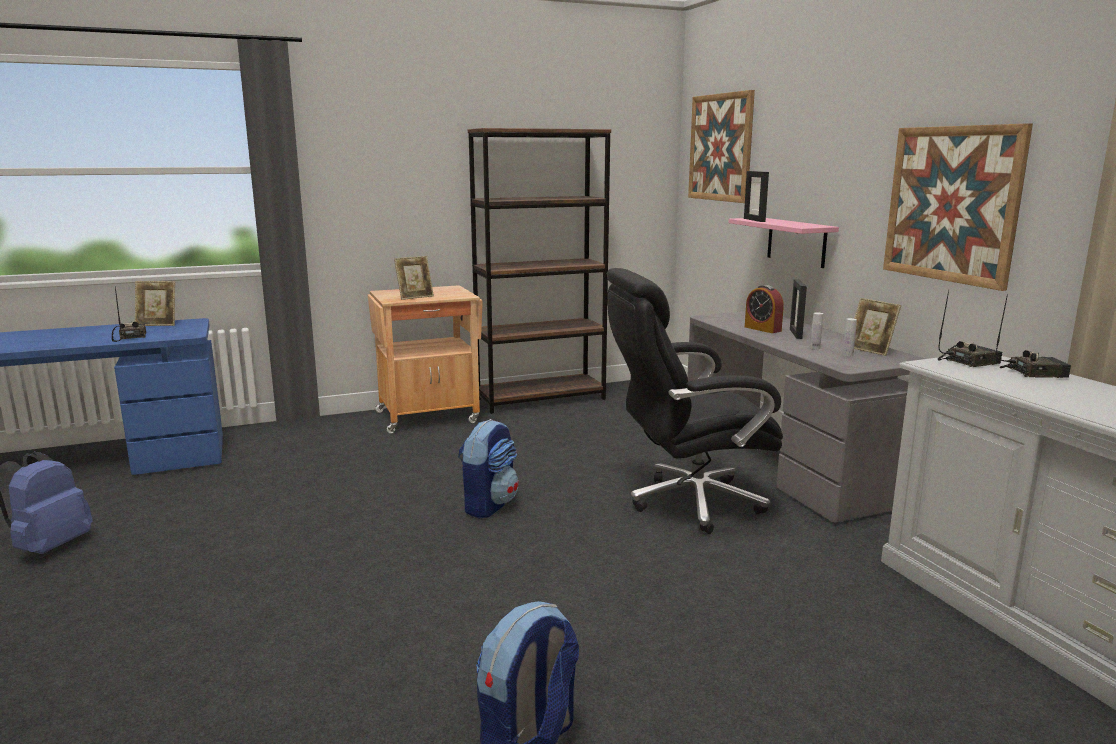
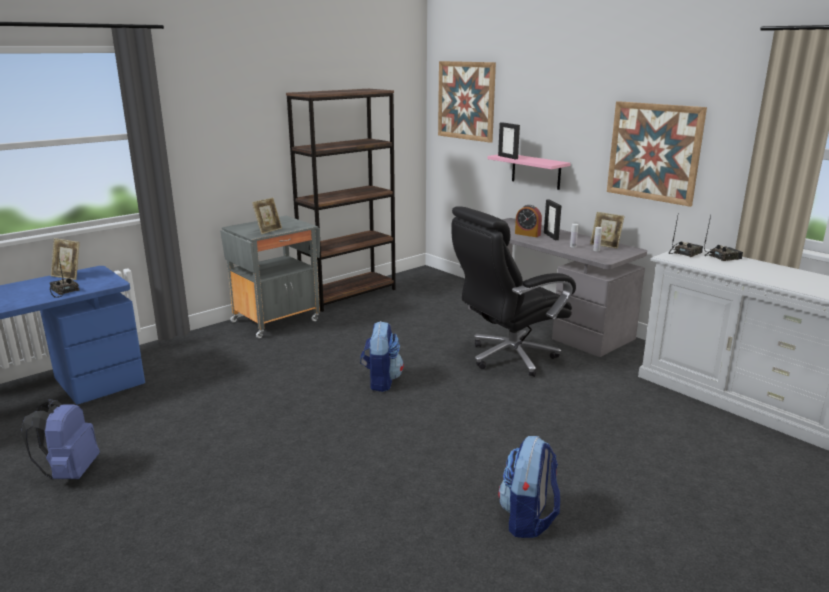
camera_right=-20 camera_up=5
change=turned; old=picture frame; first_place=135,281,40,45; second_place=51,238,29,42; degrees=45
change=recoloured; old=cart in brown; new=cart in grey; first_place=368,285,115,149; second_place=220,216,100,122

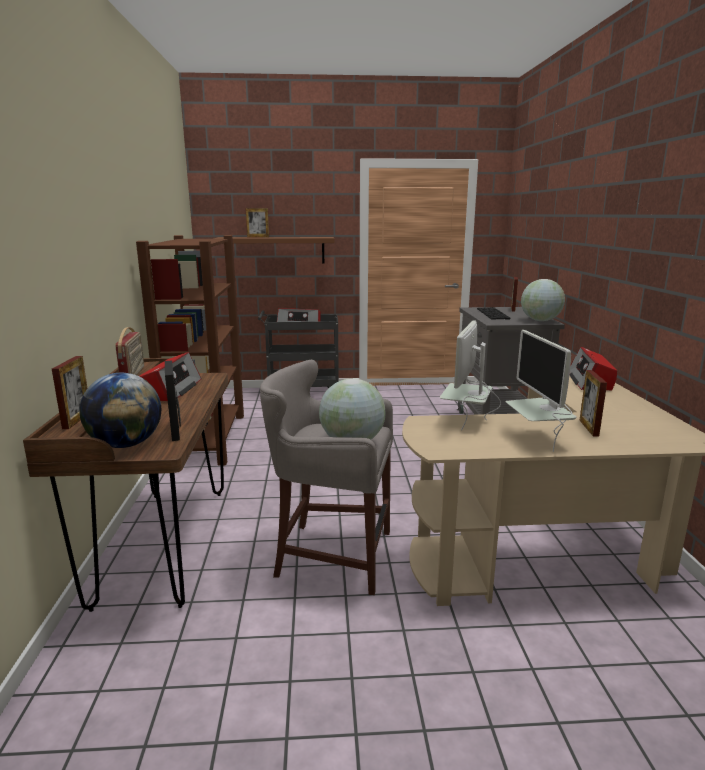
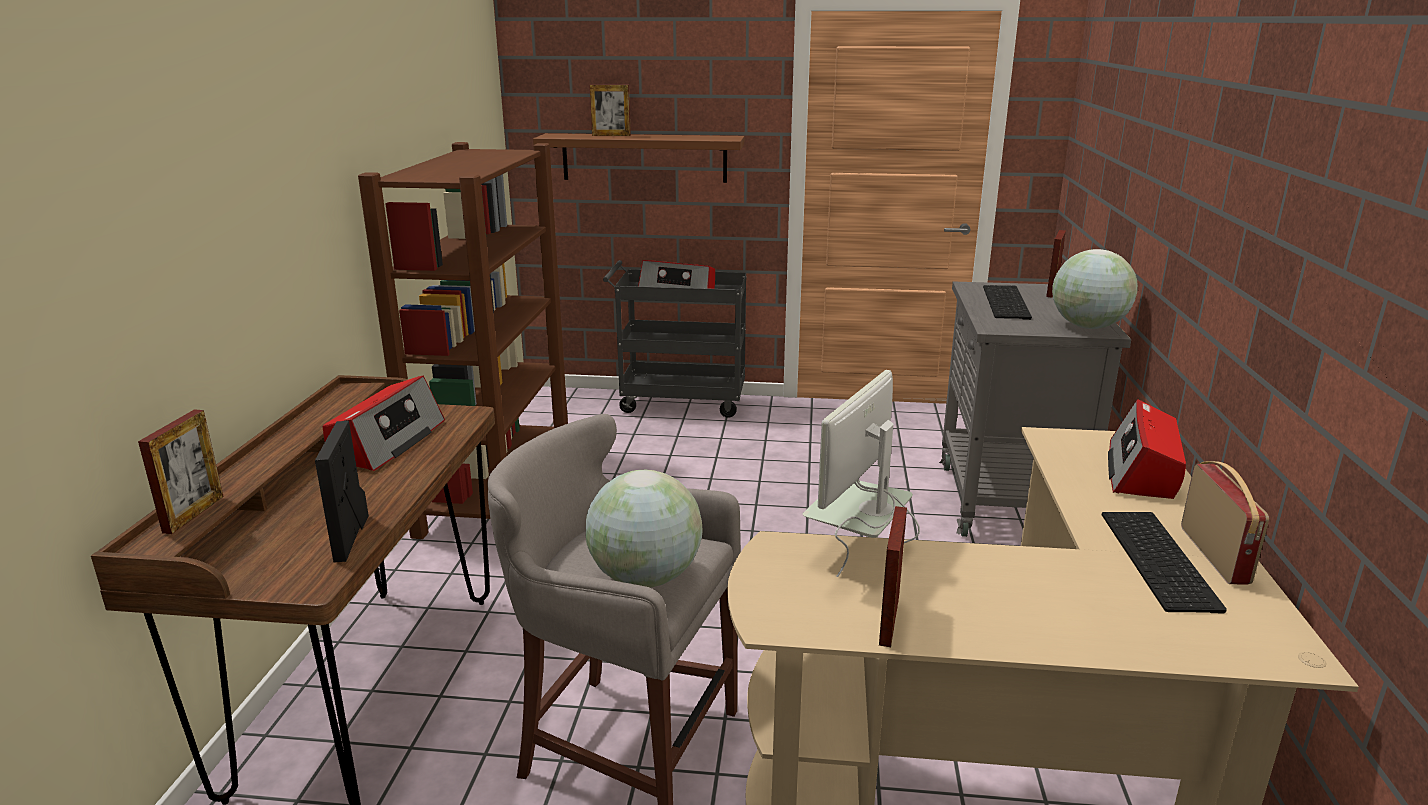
camera_right=10 camera_up=5
change=moved; old=radio; first_place=115,327,29,48; second_place=1181,461,88,124
change=removed; old=monitor; first_place=506,330,71,122
change=moved; old=picture frame; first_place=580,370,27,67; second_place=879,506,28,141
change=removed; old=globe; first_place=79,373,82,75
change=added; new=keyboard; second_place=1102,512,125,102

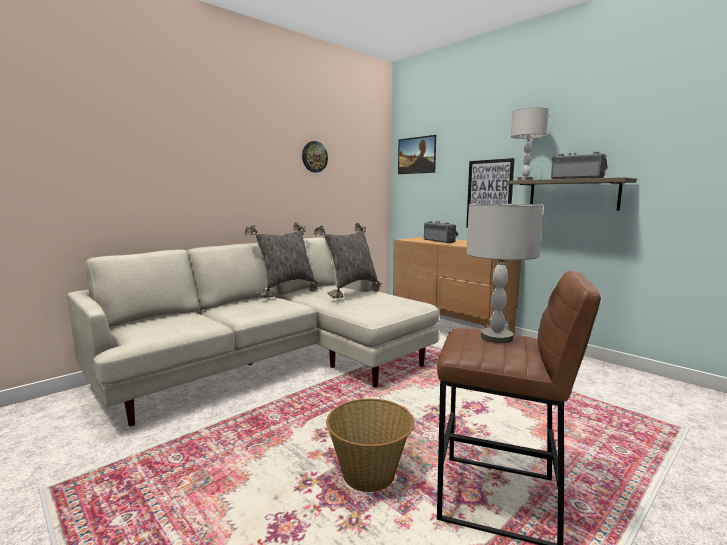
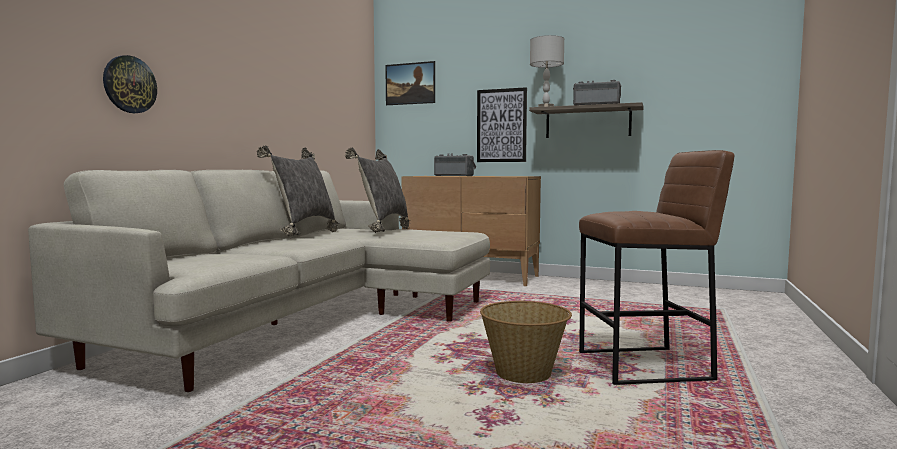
camera_right=-25 camera_up=-5
change=moved; old=wall clock; first_place=302,141,26,32; second_place=103,55,54,58
change=removed; old=table lamp in grey; first_place=466,204,77,139

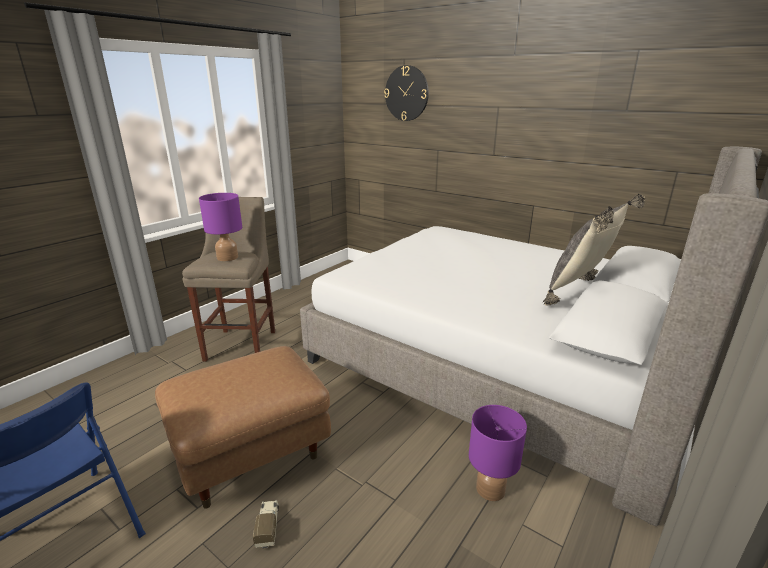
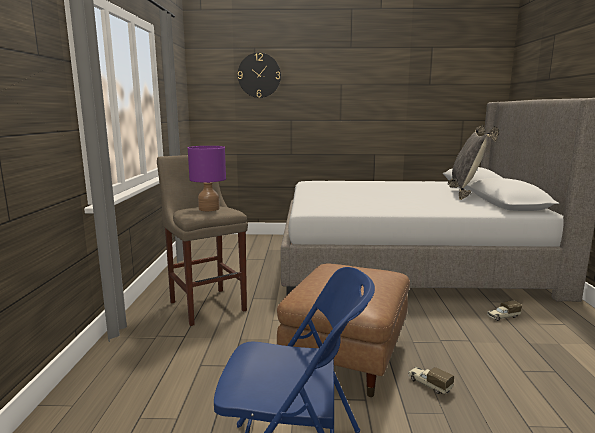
camera_right=-35 camera_up=-10
change=replaced; old=table lamp in purple; new=toy truck; first_place=469,405,58,96; second_place=487,301,35,20

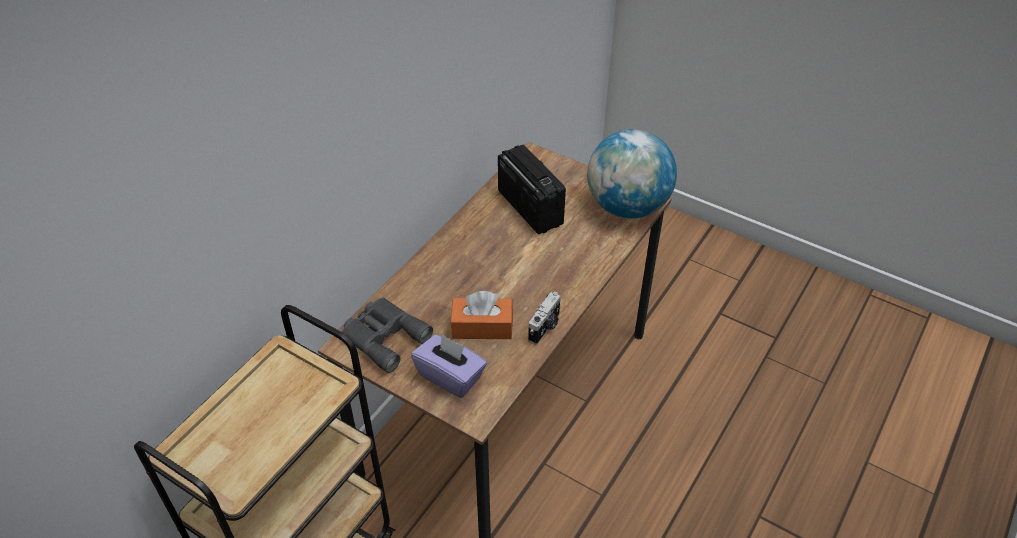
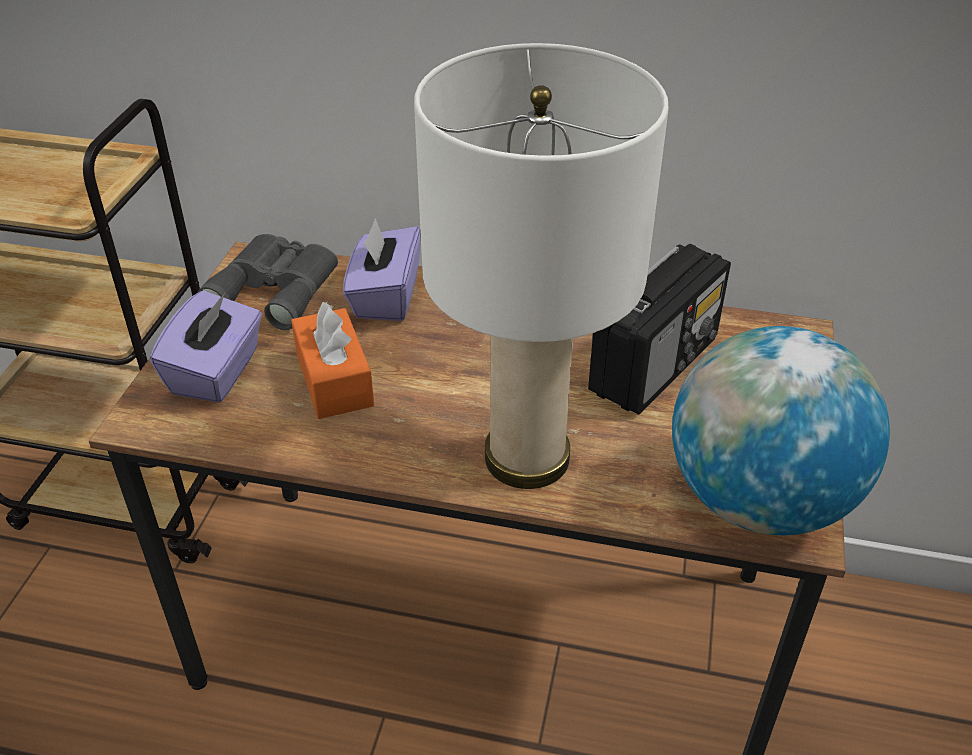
camera_right=70 camera_up=-5
change=removed; old=photo camera; first_place=528,292,33,53
change=added; new=table lamp in white; second_place=414,43,255,446
change=added; new=tissue box in purple; second_place=343,218,78,103

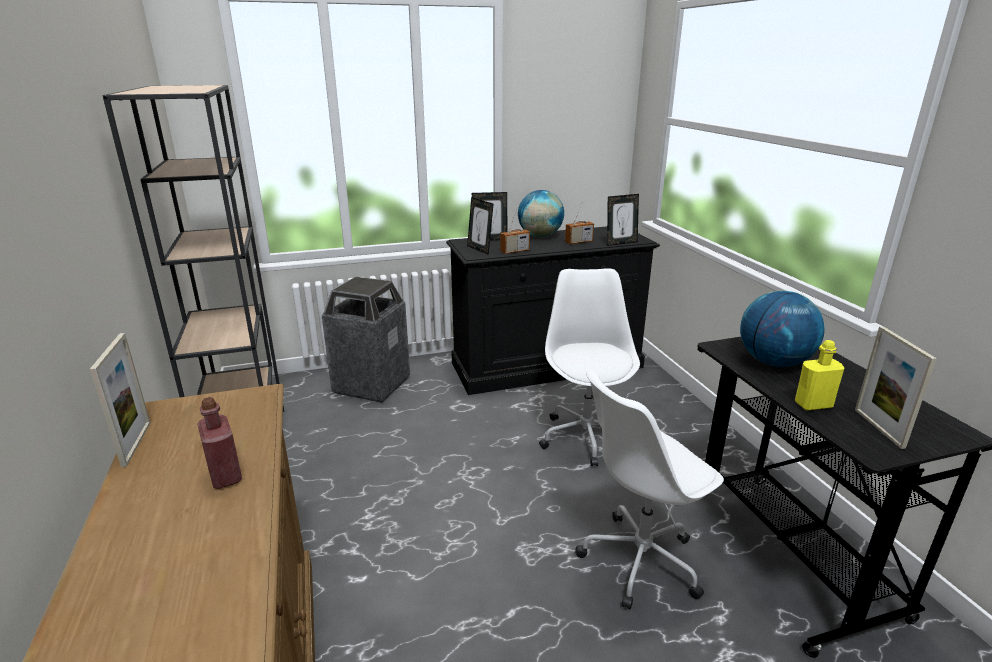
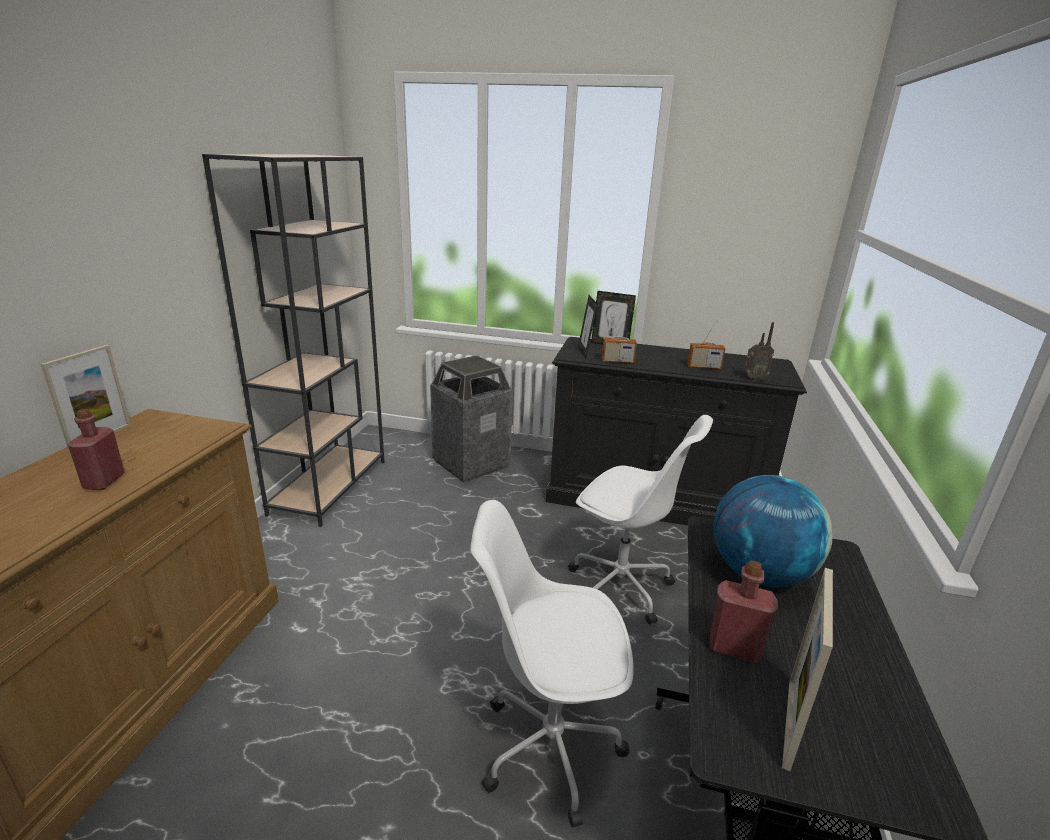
camera_right=30 camera_up=0
change=removed; old=globe; first_place=518,190,46,47
change=replaced; old=picture frame; new=radio; first_place=607,194,32,52; second_place=745,322,29,59
change=turned; old=office chair in white; first_place=539,268,101,198; second_place=568,415,145,209; degrees=90
change=recoloured; old=bottle in yellow; new=bottle in red; first_place=795,340,49,71; second_place=709,561,69,102

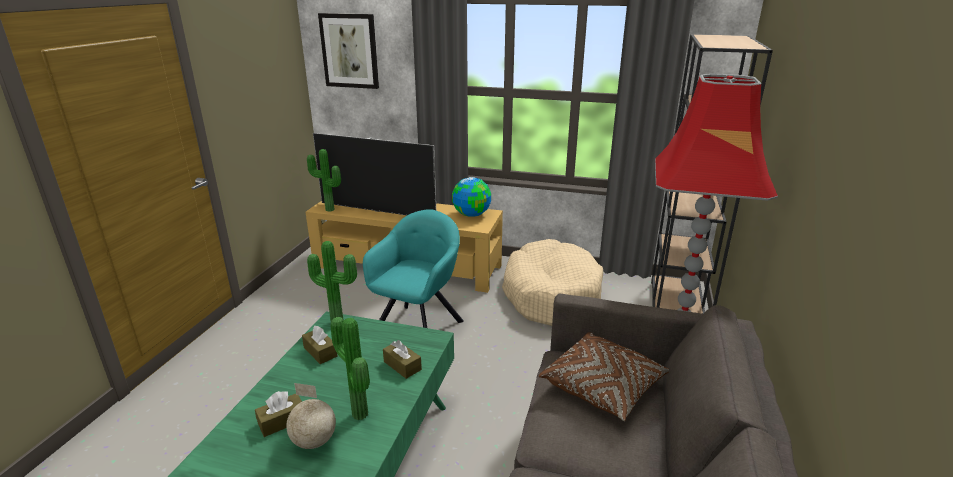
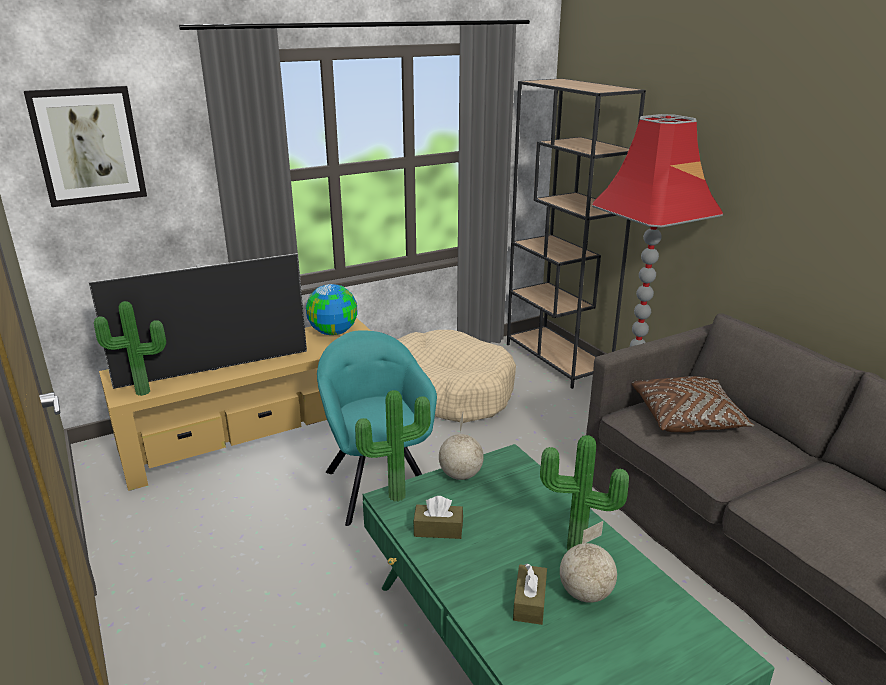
camera_right=-45 camera_up=0
change=removed; old=tissue box in brown; first_place=383,340,39,39
change=added; new=globe; second_place=439,413,45,67

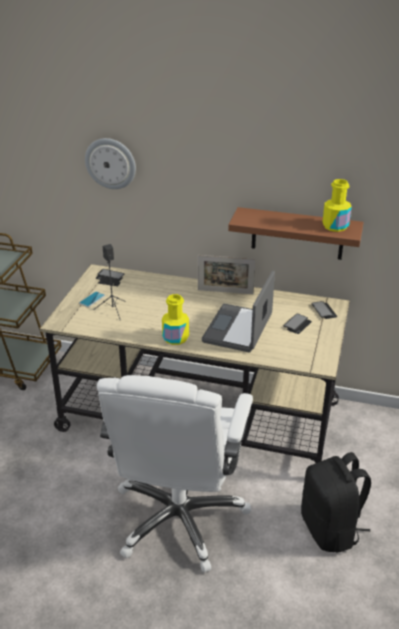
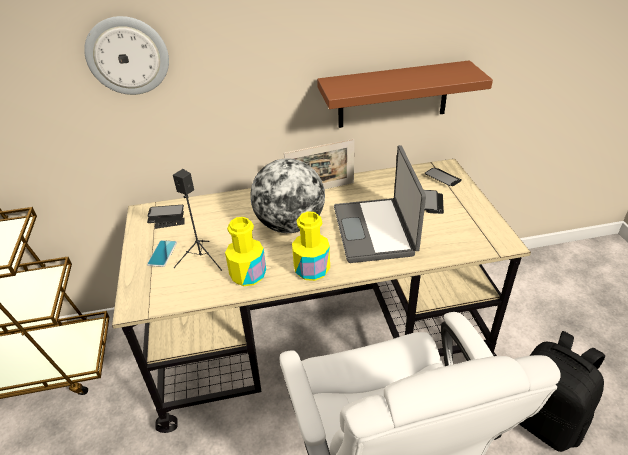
camera_right=-25 camera_up=5
change=moved; old=bottle in yellow; first_place=323,179,29,53; second_place=225,217,41,69
change=added; new=globe; second_place=250,158,75,75

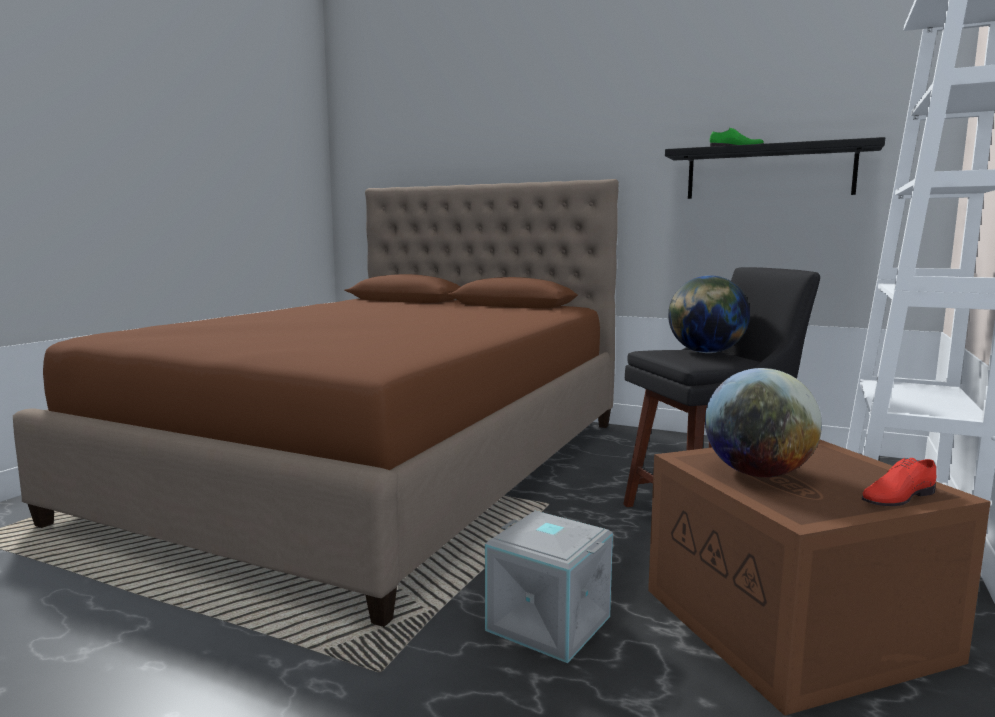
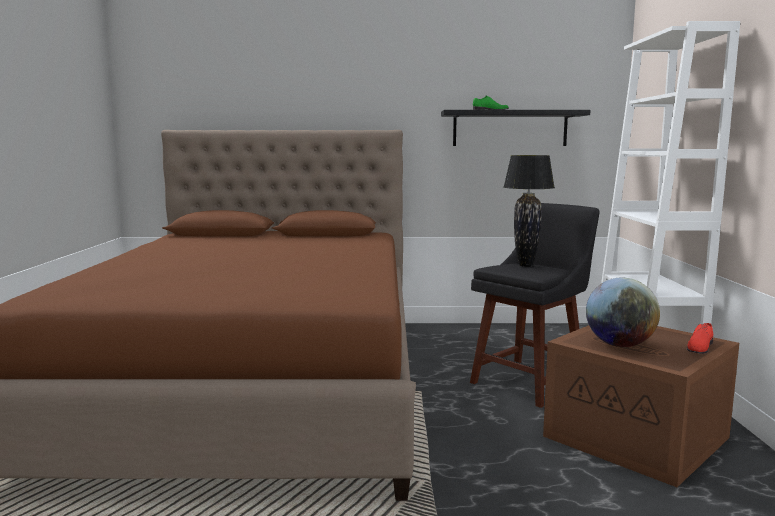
camera_right=-25 camera_up=0
change=replaced; old=globe; new=table lamp in black; first_place=668,275,82,78; second_place=504,155,51,112
change=removed; old=storage box in grey; first_place=485,511,128,152

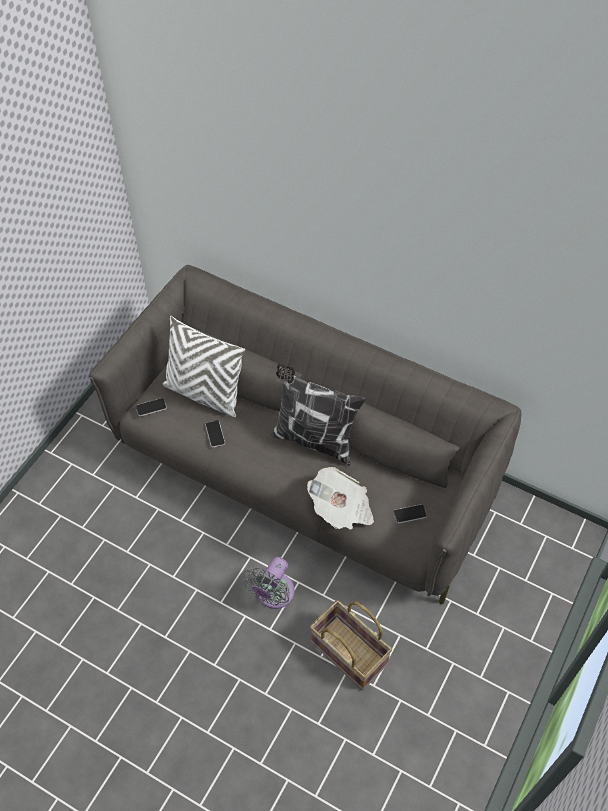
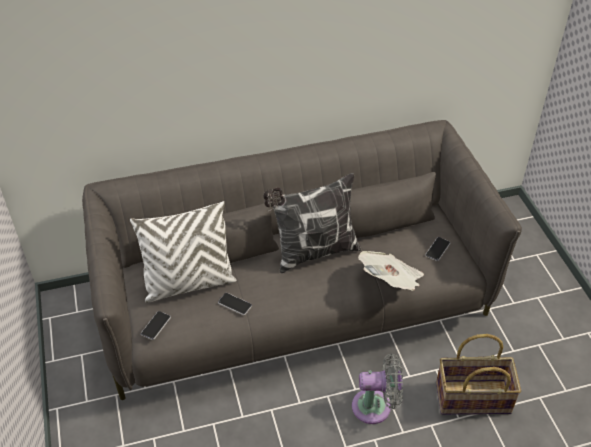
camera_right=-45 camera_up=-10
change=turned; old=fan in grey; first_place=242,557,53,52; second_place=352,353,51,71; degrees=-75

